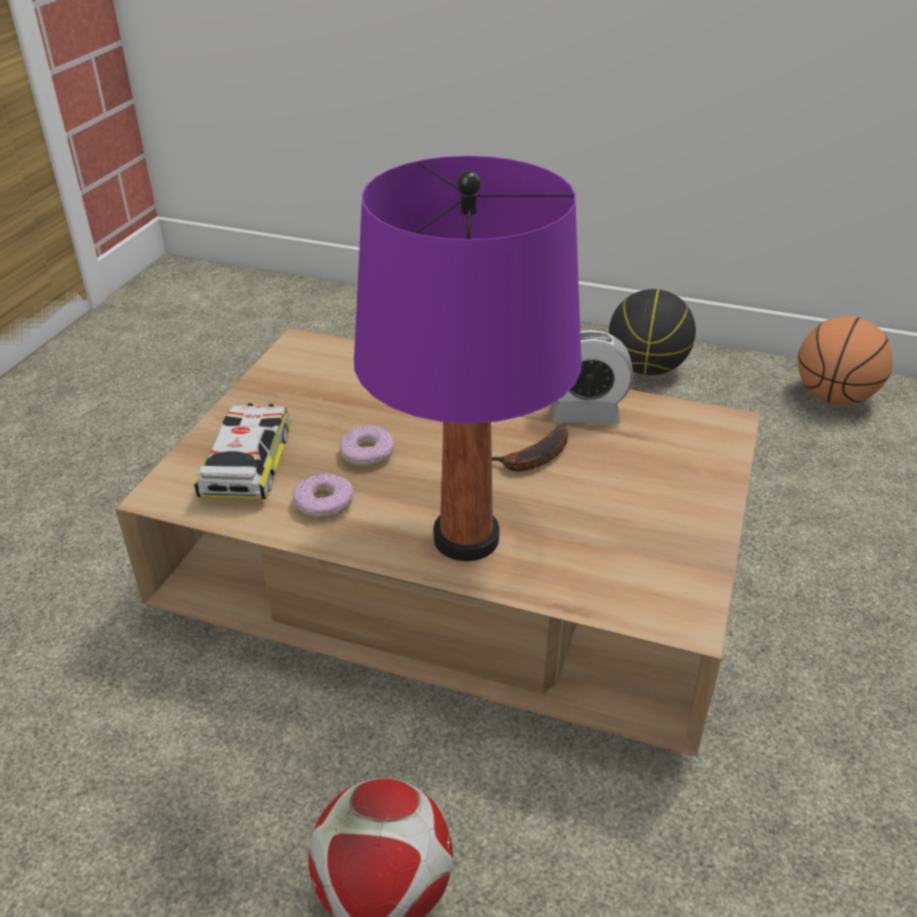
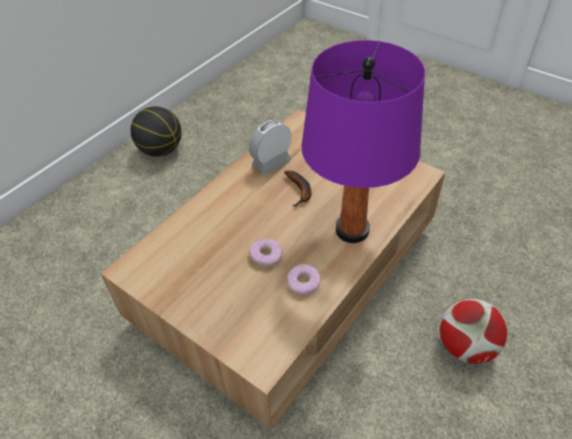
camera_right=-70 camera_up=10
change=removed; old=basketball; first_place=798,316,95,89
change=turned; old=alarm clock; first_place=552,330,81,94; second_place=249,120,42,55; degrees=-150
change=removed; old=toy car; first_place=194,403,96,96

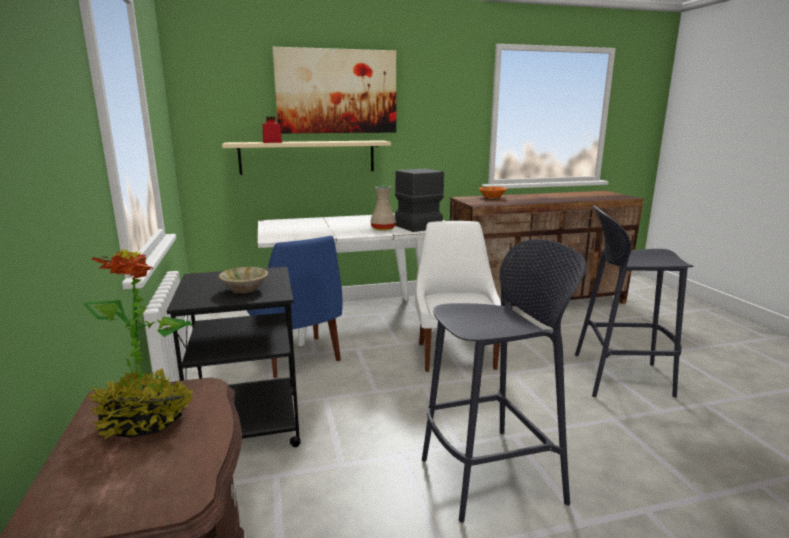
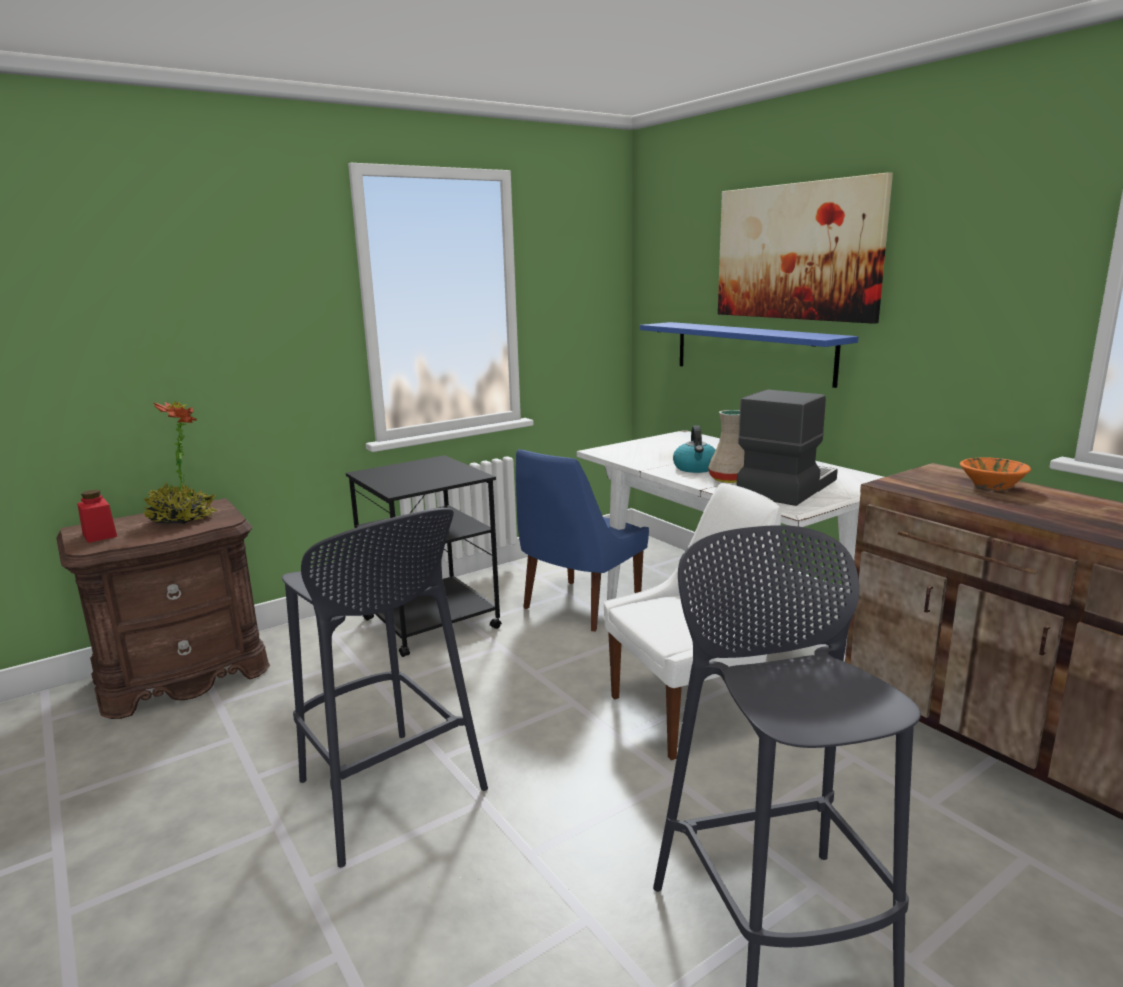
camera_right=70 camera_up=0
change=moved; old=jar in red; first_place=263,117,19,26; second_place=77,490,40,53
change=recoloured; old=shelf in beige; new=shelf in blue; first_place=222,140,169,35; second_place=640,322,219,66
change=removed; old=bowl in beige; first_place=219,267,49,27
change=added; new=kettle; second_place=673,425,43,48

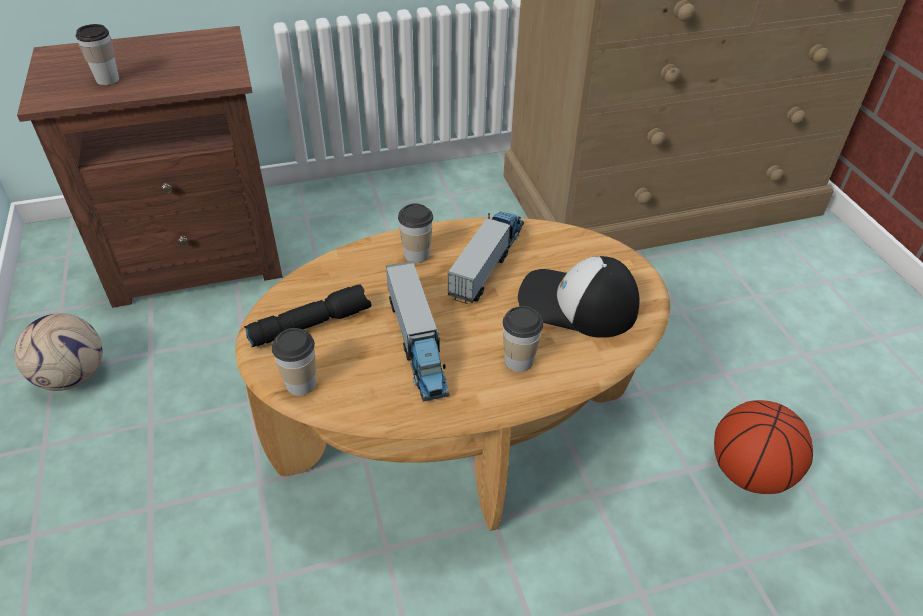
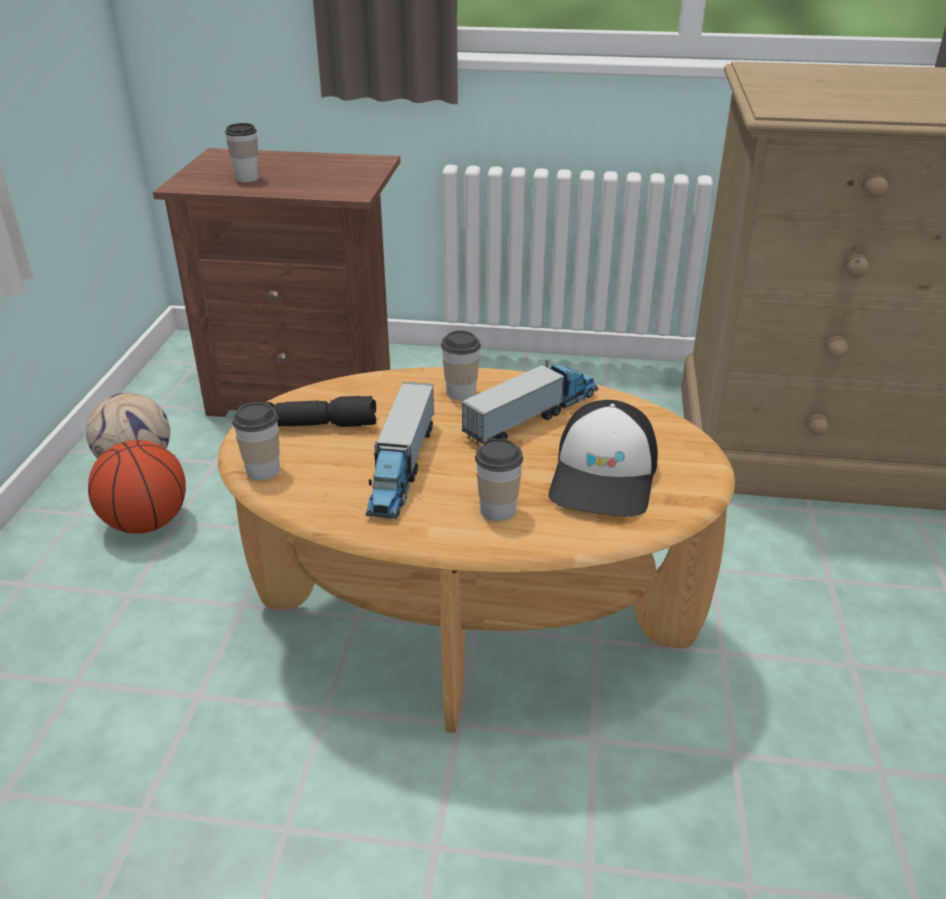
camera_right=25 camera_up=-10
change=turned; old=cap; first_place=518,256,122,82; second_place=548,400,110,117; degrees=-120
change=moved; old=basketball; first_place=714,400,99,94; second_place=88,440,98,94

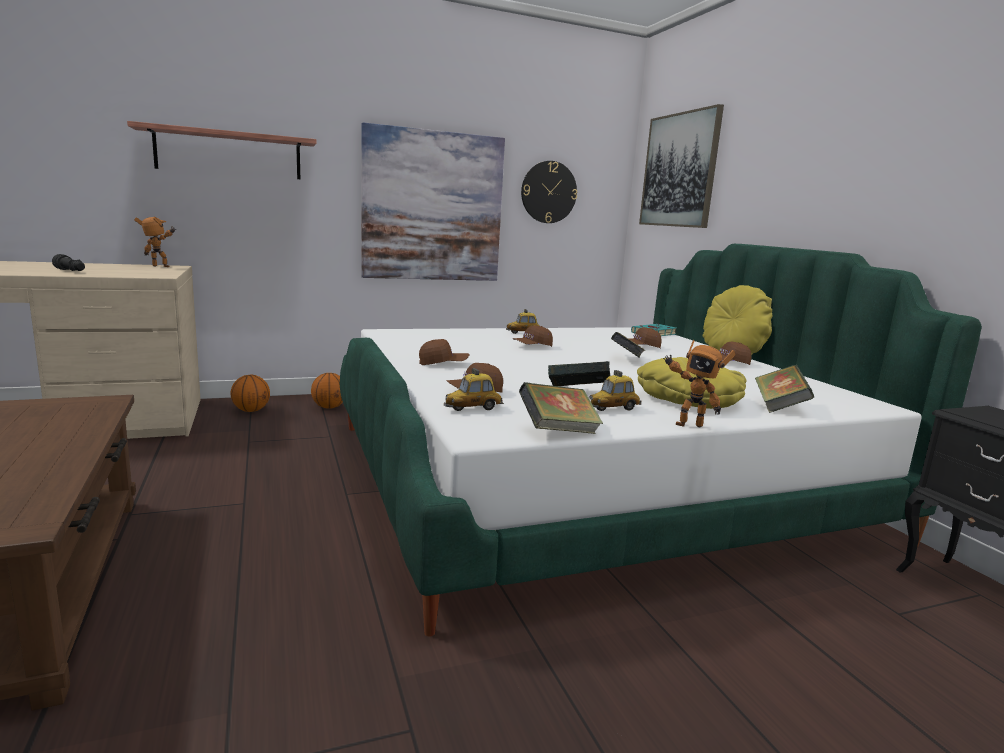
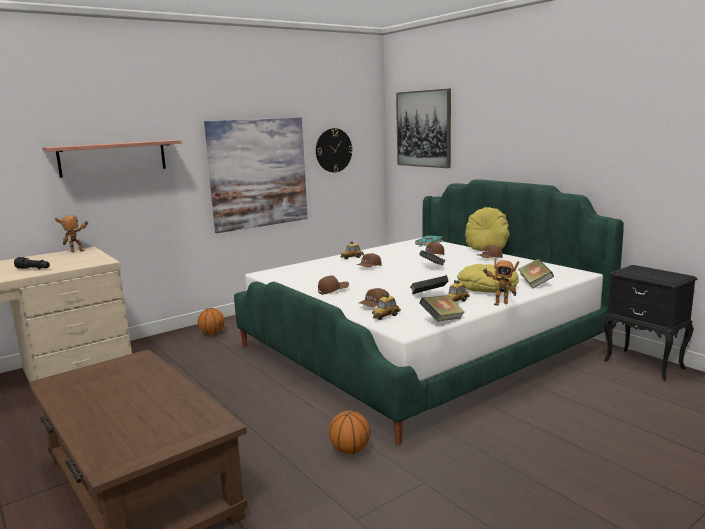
camera_right=-15 camera_up=0
change=moved; old=basketball; first_place=231,375,39,37; second_place=329,411,41,44

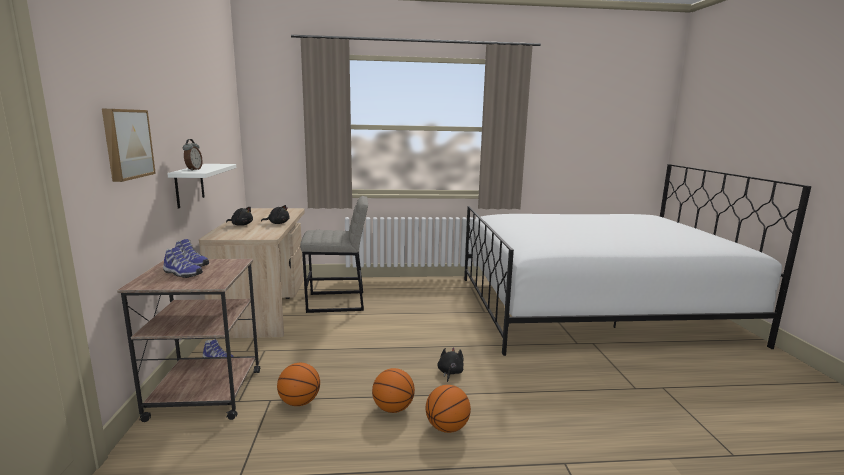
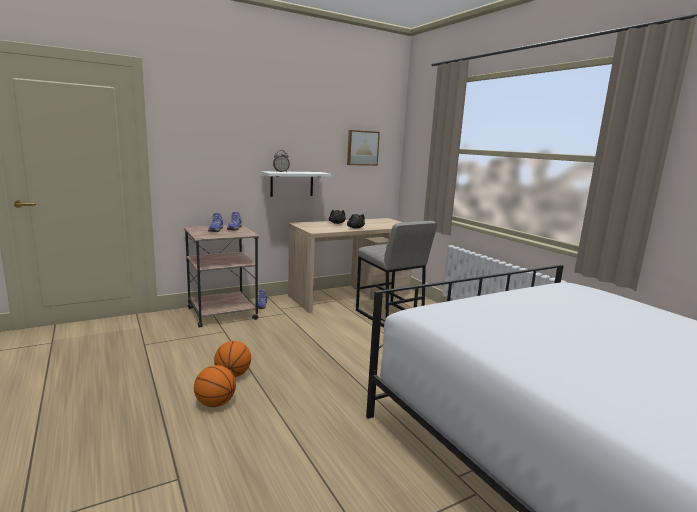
camera_right=65 camera_up=0
change=moved; old=picture; first_place=102,109,54,73; second_place=347,130,33,36
change=removed; old=plush toy in black; first_place=437,347,27,35
change=removed; old=basketball; first_place=277,363,43,43

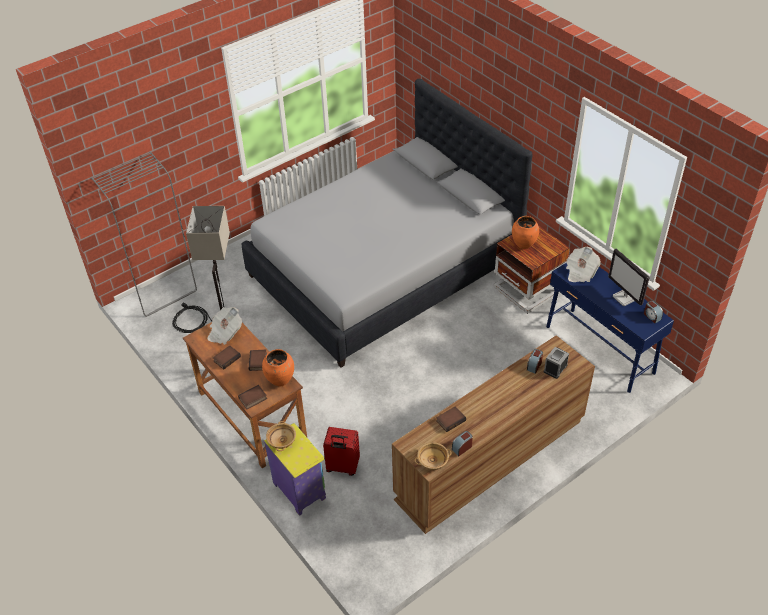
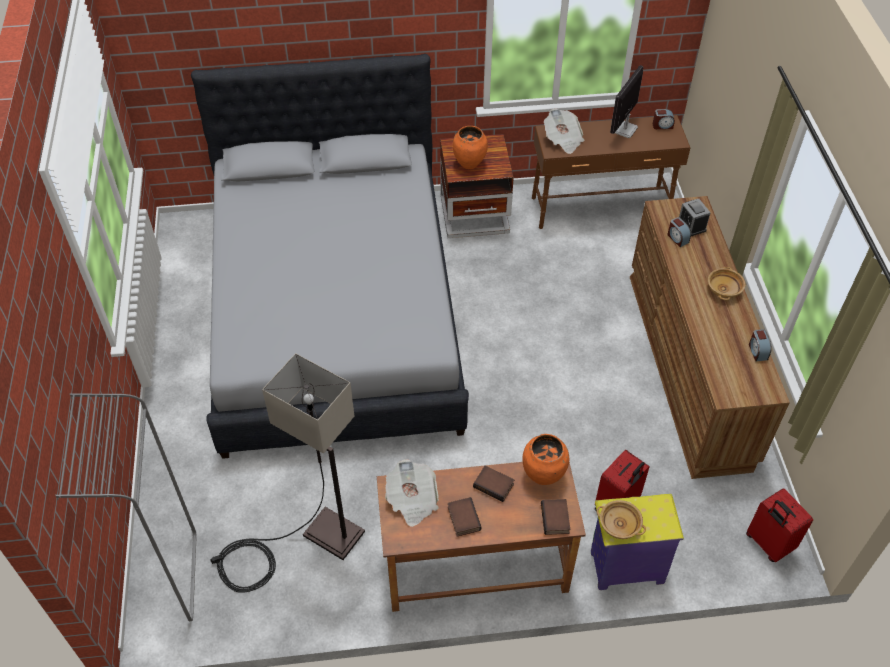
camera_right=-60 camera_up=5
change=turned; old=monitor; first_place=608,249,42,57; second_place=610,65,33,73; degrees=120
change=recoloured; old=console table in blue; new=console table in brown; first_place=546,262,128,131; second_place=532,115,158,114
change=removed; old=book; first_place=436,406,30,26
change=moved; old=bowl in beige; first_place=414,442,38,28; second_place=708,267,38,33
change=added; new=suitcase in red; second_place=746,488,67,74

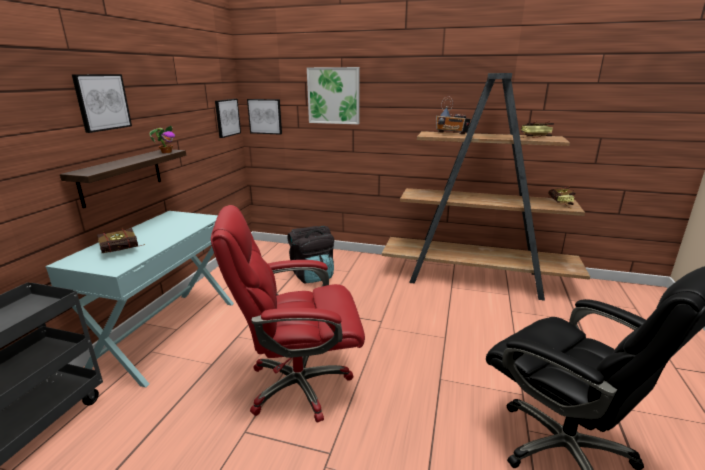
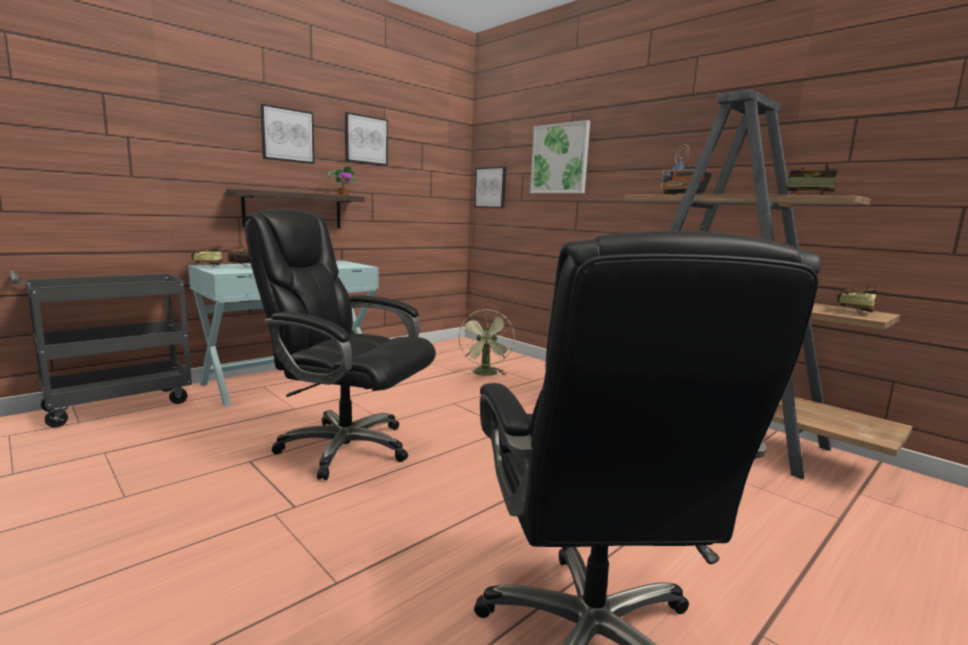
camera_right=30 camera_up=-10
change=moved; old=picture; first_place=215,99,26,39; second_place=345,112,43,54
change=recoloured; old=office chair in red; new=office chair in black; first_place=211,205,154,218; second_place=244,209,192,271
change=replaced; old=backpack in black; new=fan in green; first_place=287,226,47,57; second_place=459,309,56,67
change=added; new=book; second_place=191,245,32,24

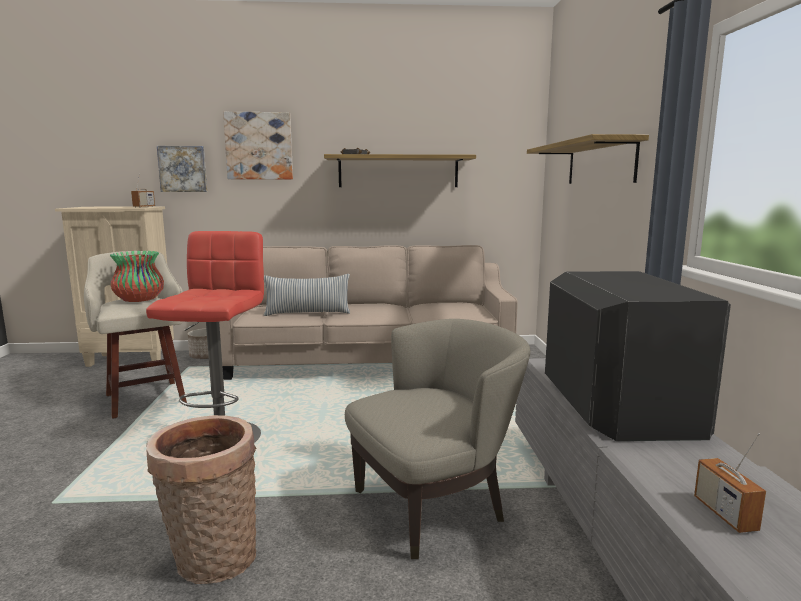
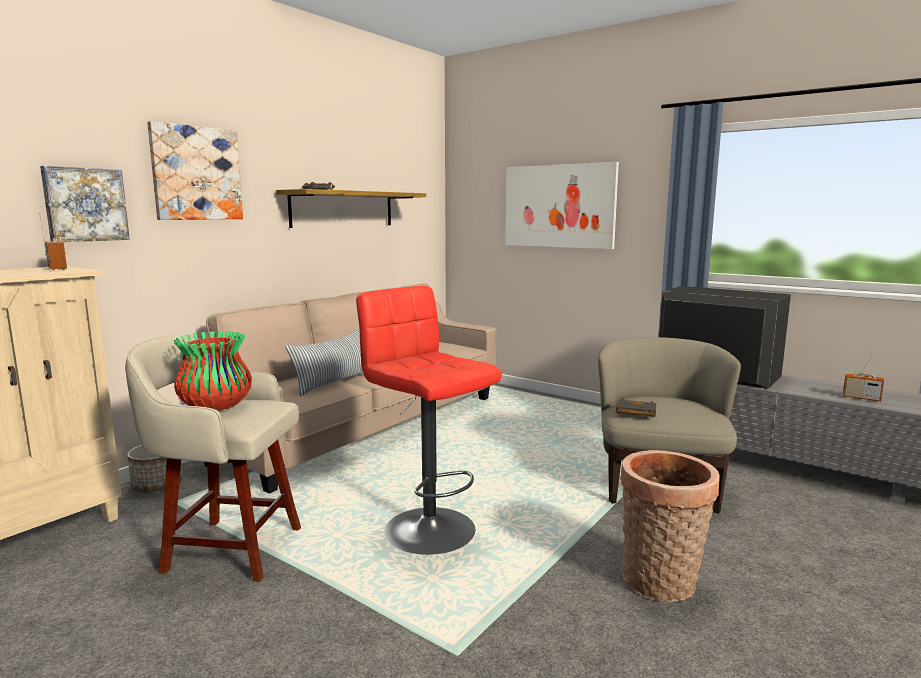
camera_right=-50 camera_up=0
change=replaced; old=shelf; new=picture; first_place=527,134,122,50; second_place=505,162,114,87
change=added; new=book in black; second_place=616,398,40,20

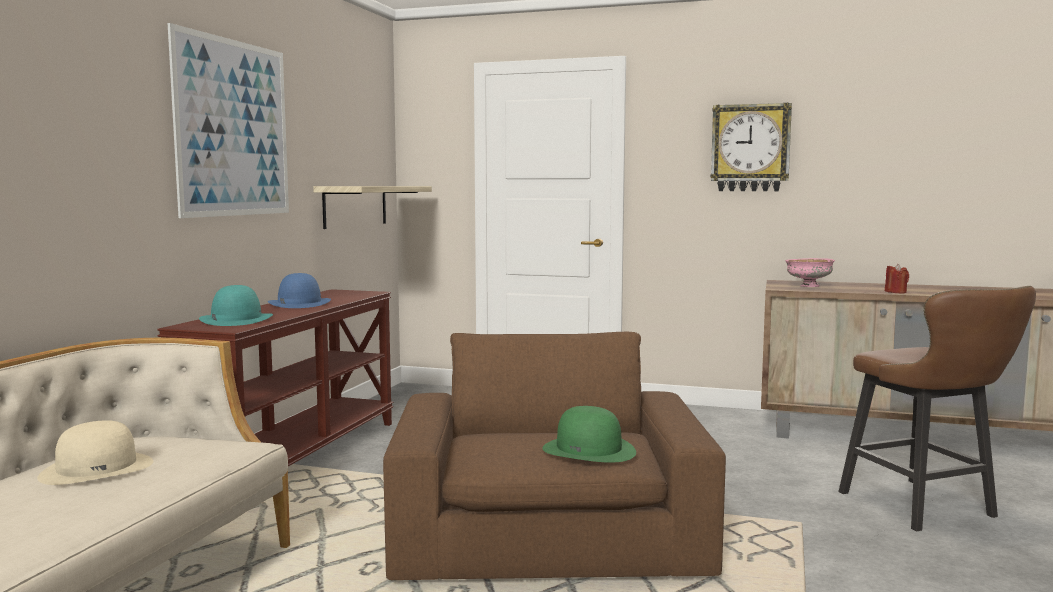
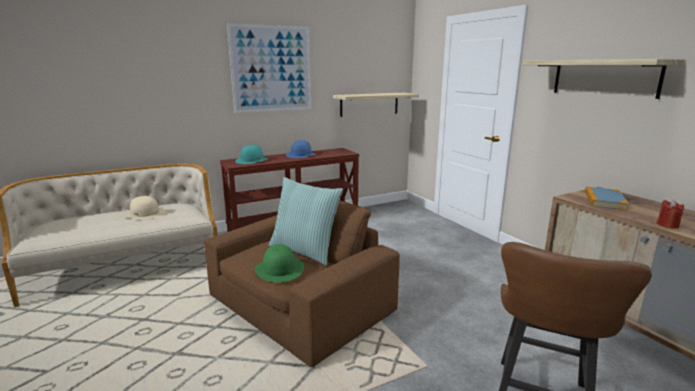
camera_right=45 camera_up=10
change=replaced; old=wall clock; new=shelf; first_place=711,103,81,88; second_place=523,59,162,40
change=replaced; old=bowl in pink; new=book; first_place=785,258,50,29; second_place=585,187,44,23
change=added; new=pillow; second_place=269,177,74,89

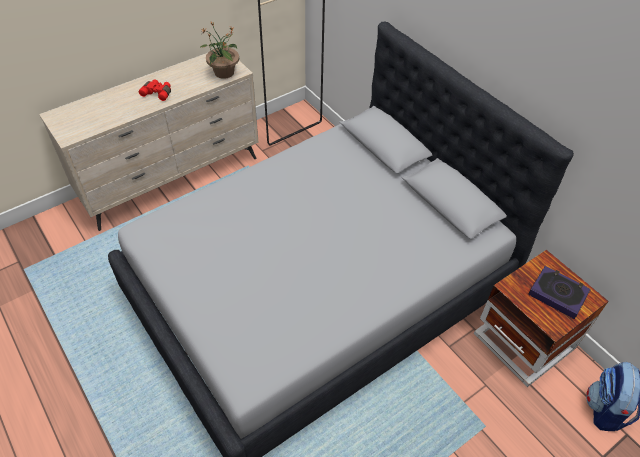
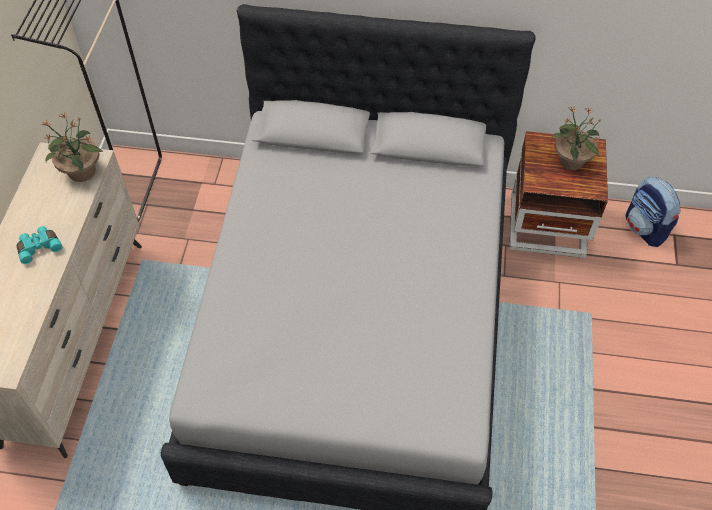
camera_right=-45 camera_up=5
change=recoloured; old=binoculars in red; new=binoculars in turquoise; first_place=139,79,32,22; second_place=17,226,45,38
change=replaced; old=book; new=potted plant; first_place=528,266,63,53; second_place=551,106,50,64

